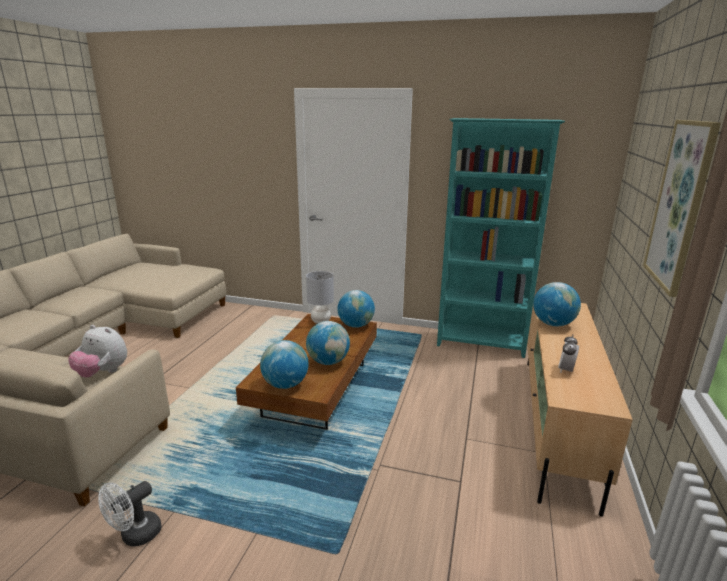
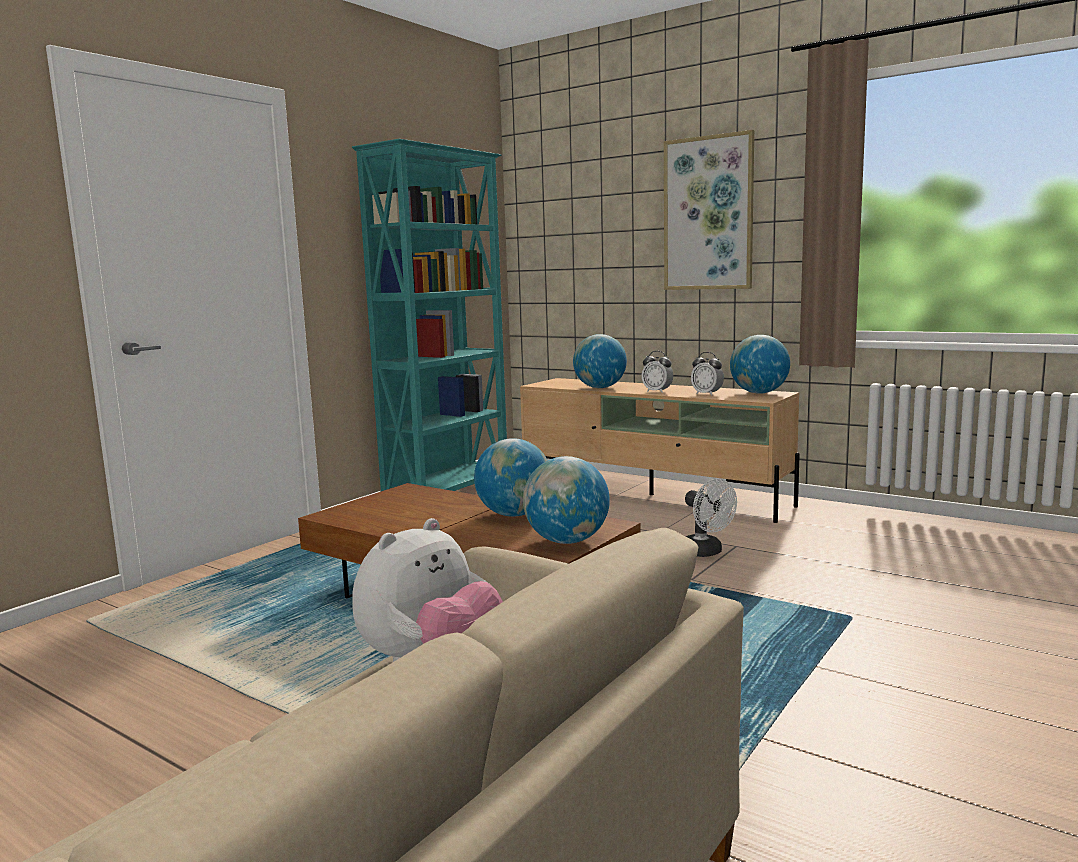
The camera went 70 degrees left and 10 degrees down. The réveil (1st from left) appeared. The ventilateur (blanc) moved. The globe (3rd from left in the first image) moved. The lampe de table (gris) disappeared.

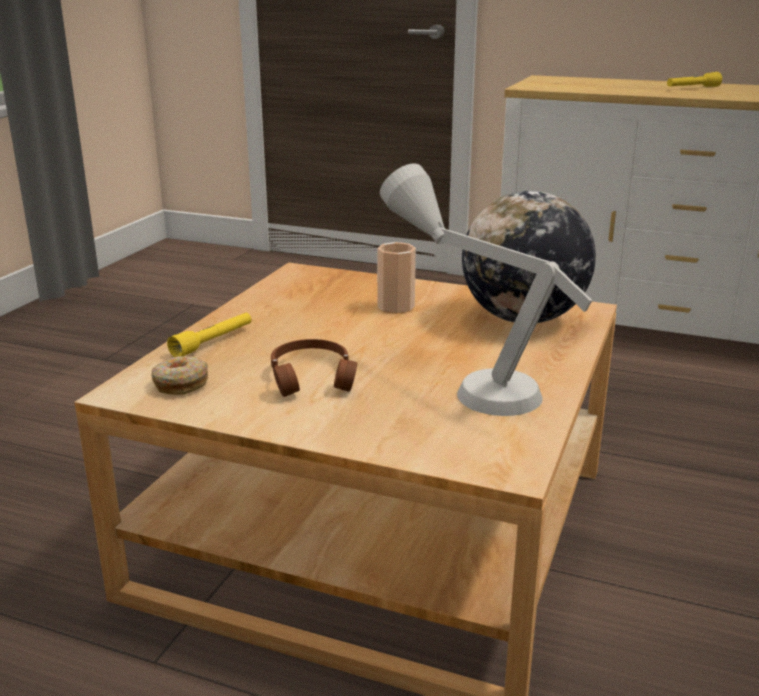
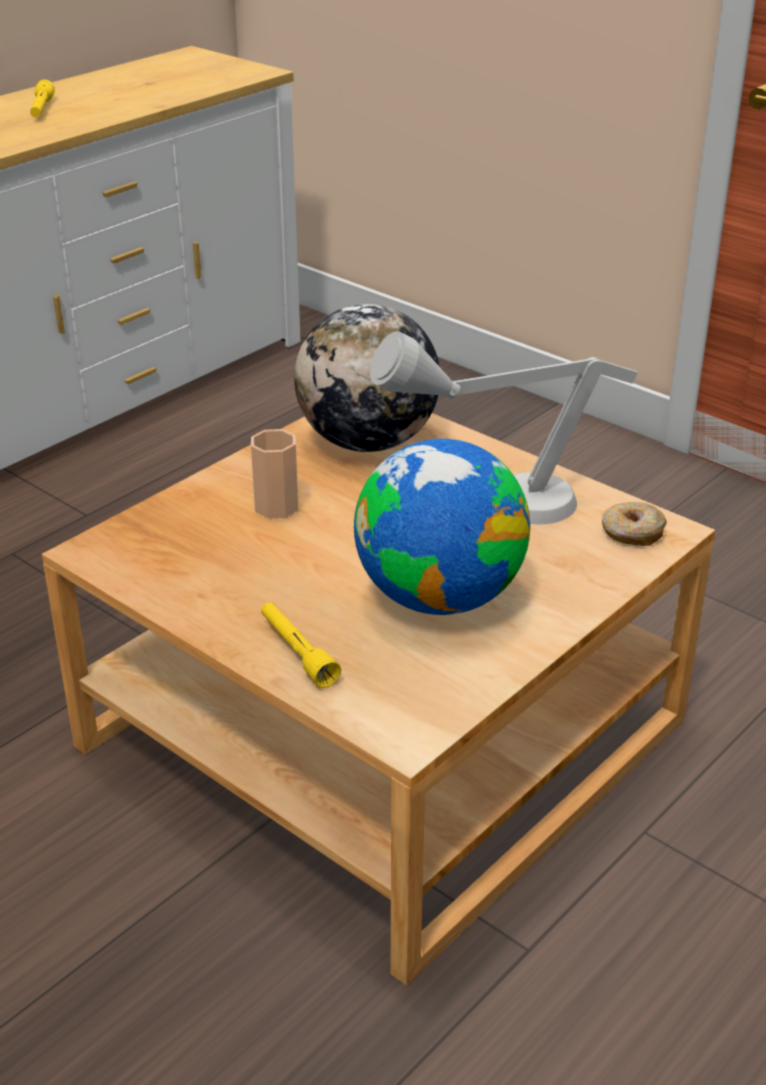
The camera went 70 degrees left and 10 degrees up. The casque audio (marron) was replaced by the globe (2nd from left). The beignet moved.

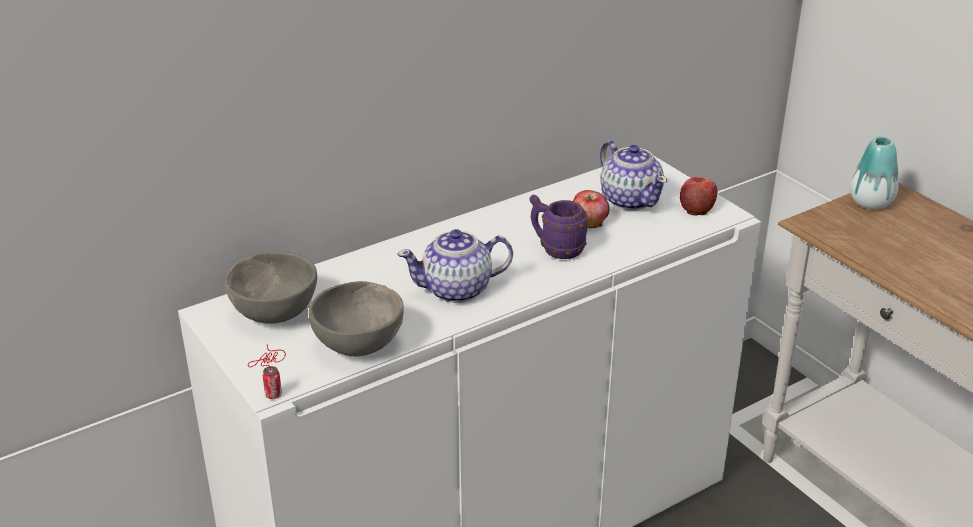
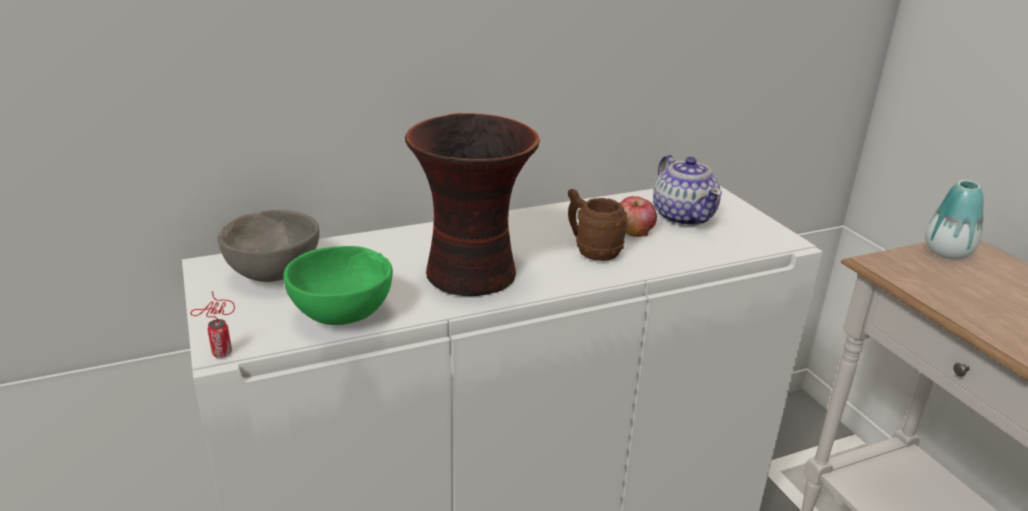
The camera went 10 degrees right and 5 degrees down. The bol (gris) (2nd from left) became the bol (vert). The théière (1st from left) was replaced by the vase (1st from left). The mug (violet) became the mug (marron). The pomme (2nd from left) disappeared.

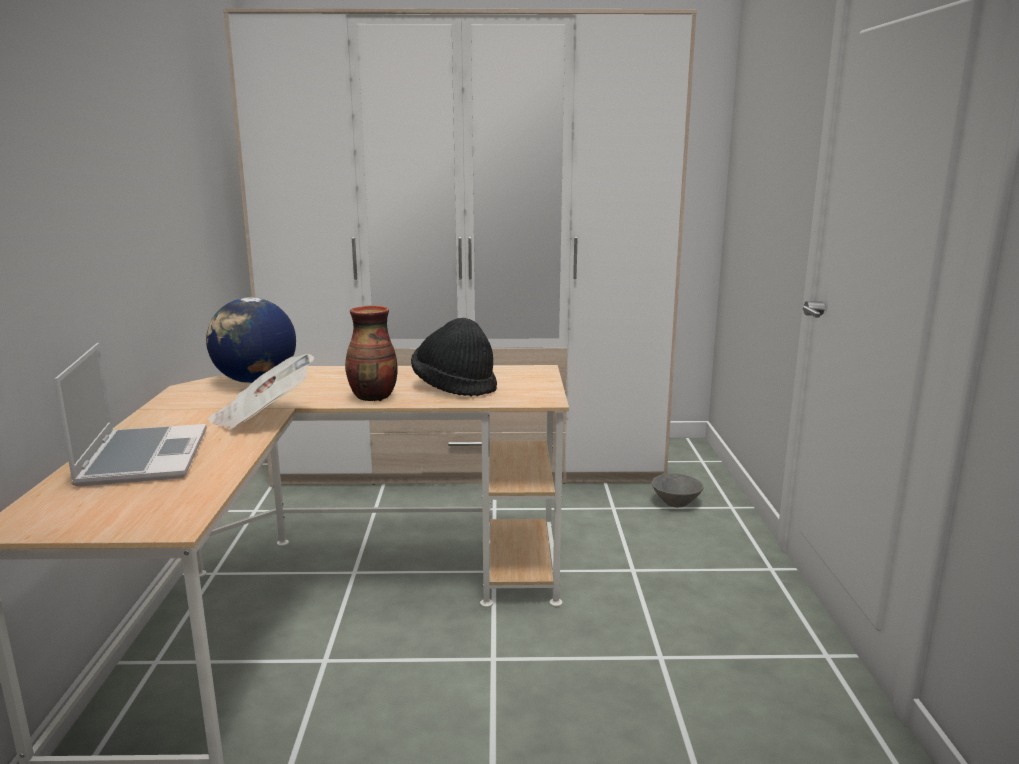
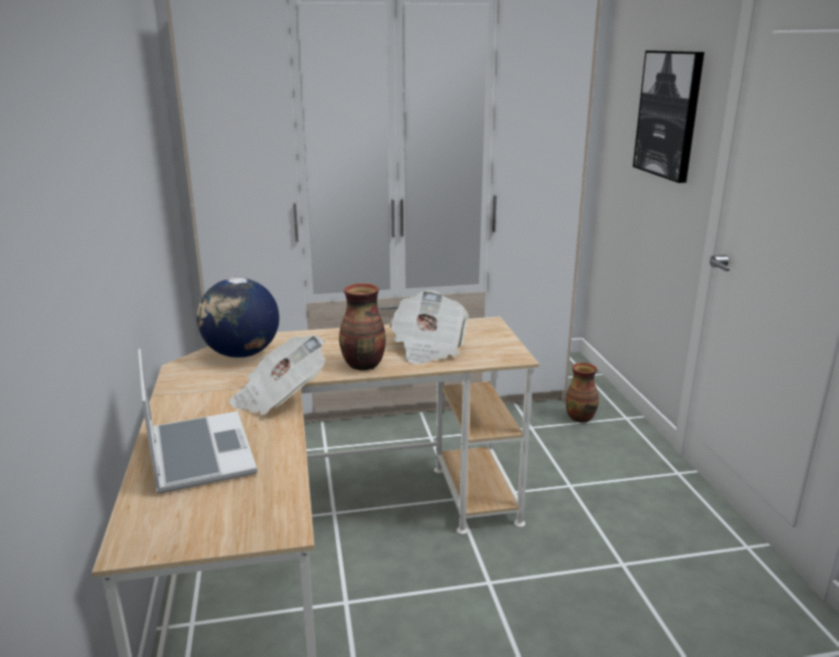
The camera went 10 degrees left and 5 degrees up. The chapeau (noir) was replaced by the journal (2nd from left). The bol (gris) was replaced by the vase (2nd from left). The tableau appeared.

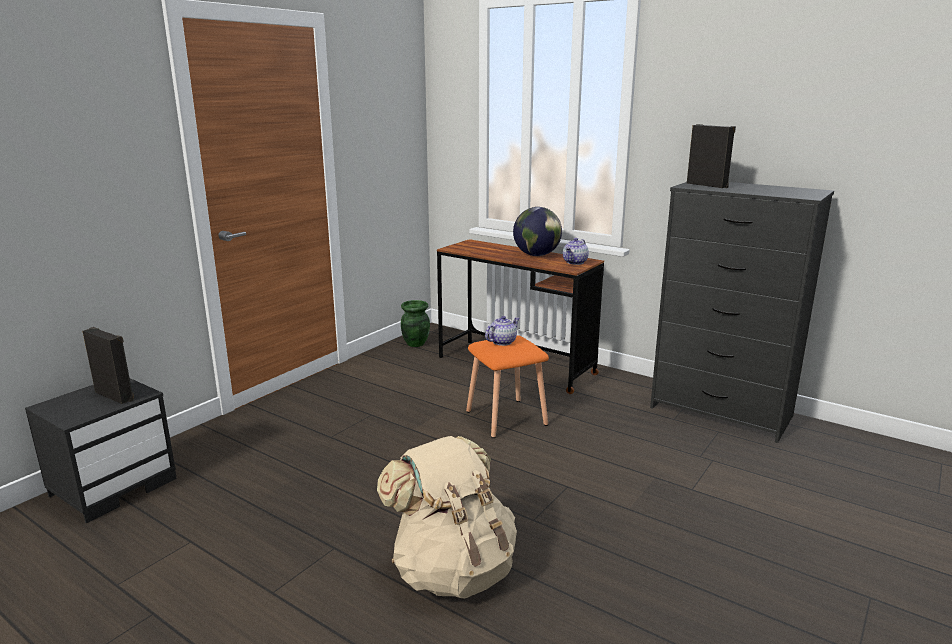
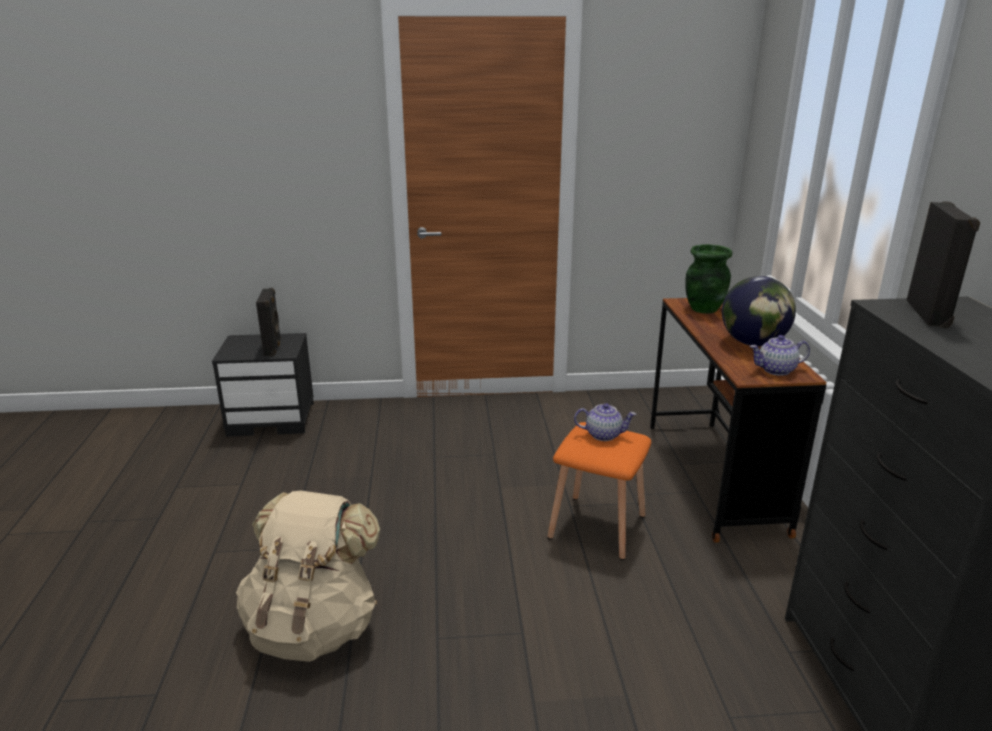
The camera went 50 degrees right and 5 degrees up. The vase (vert) moved.

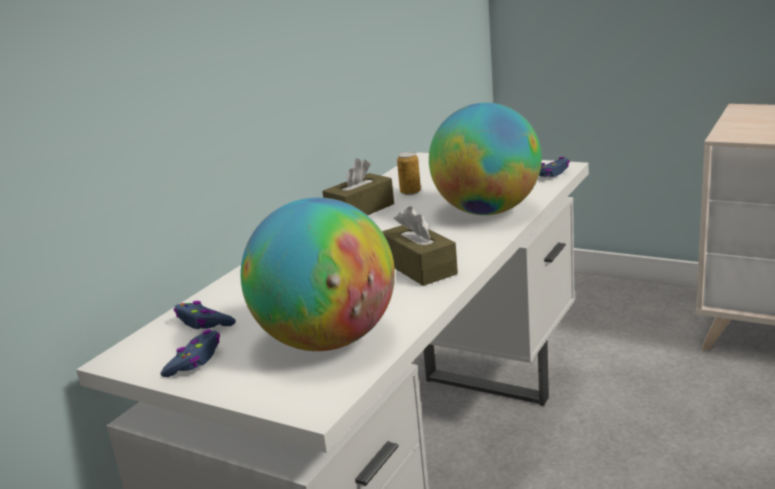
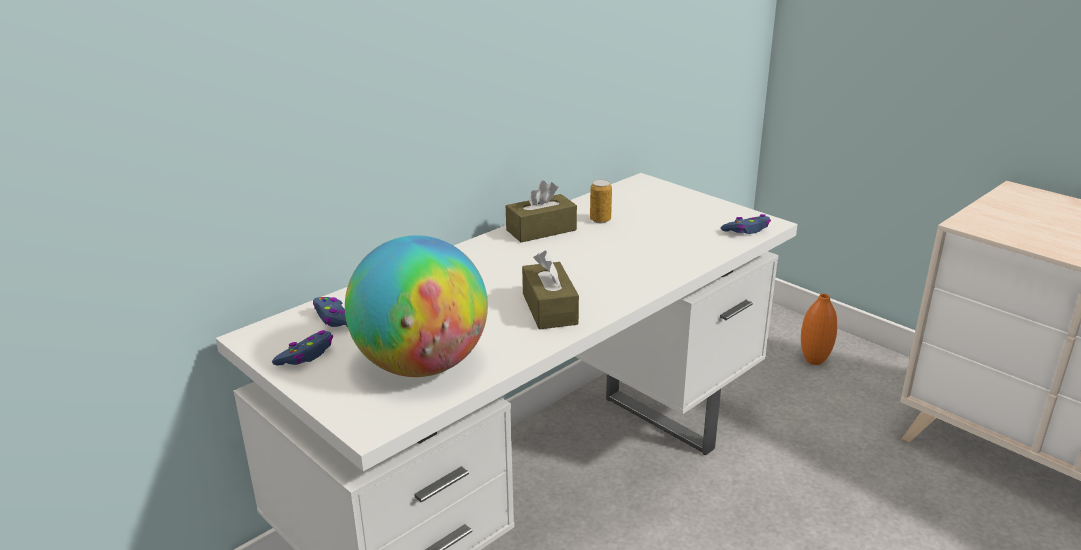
The camera went 15 degrees right and 5 degrees up. The vase (orange) appeared. The globe (2nd from left) disappeared.

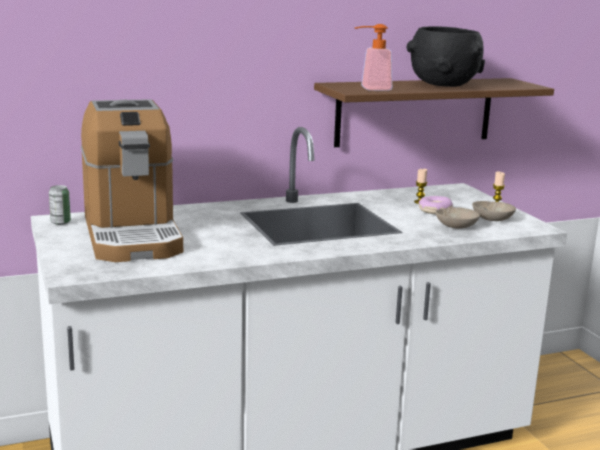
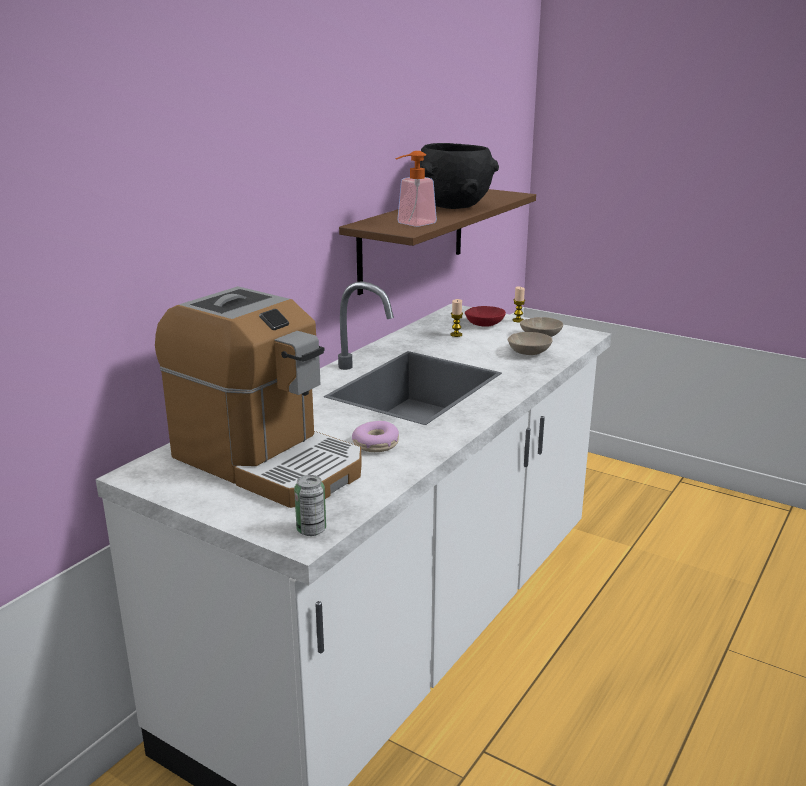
The camera went 35 degrees left and 5 degrees up. The boîte métallique moved. The beignet moved. The bol (rouge) appeared.

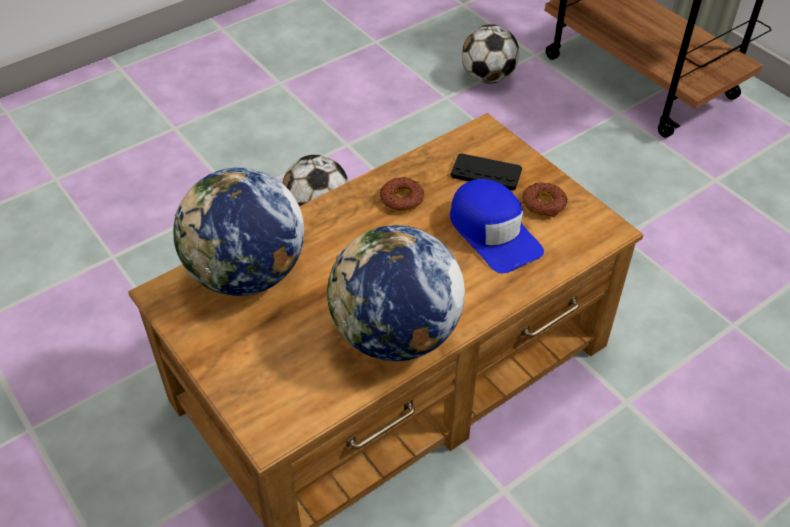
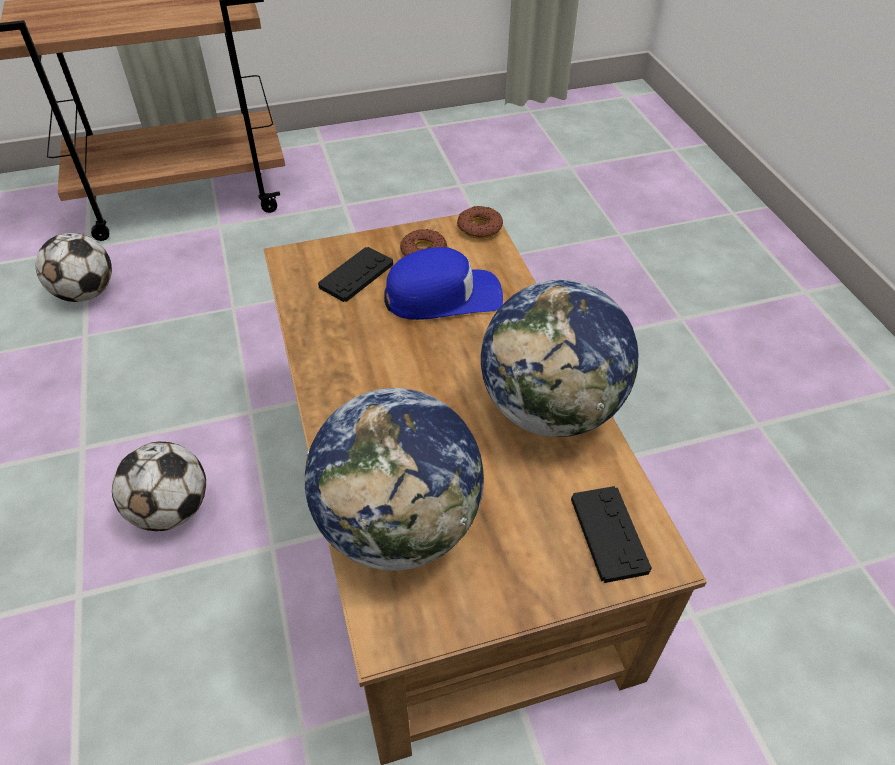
The camera went 70 degrees left and 0 degrees up. The beignet (1st from left in the first image) moved. The manette (noir) (2nd from left) appeared.

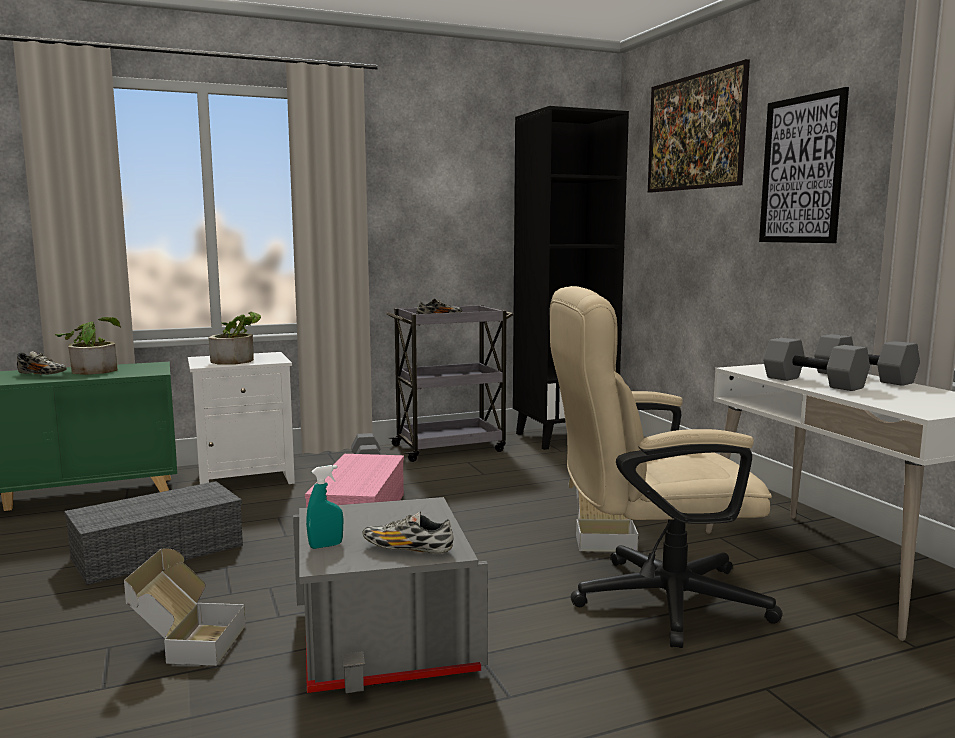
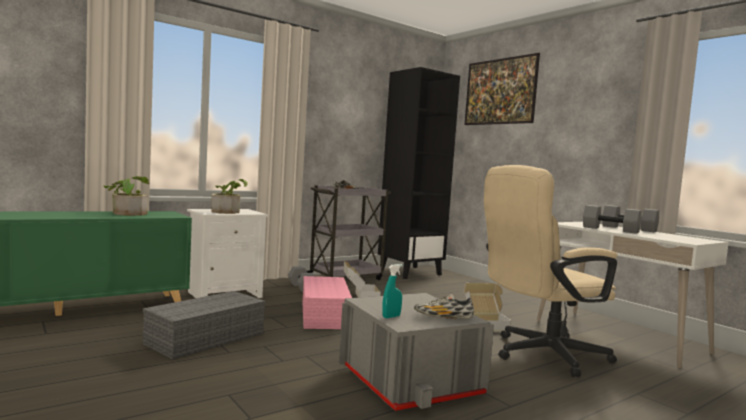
The camera went 15 degrees left and 5 degrees down. The carton (1st from left) moved. The chaussure (1st from left) disappeared. The tableau (2nd from left) disappeared.

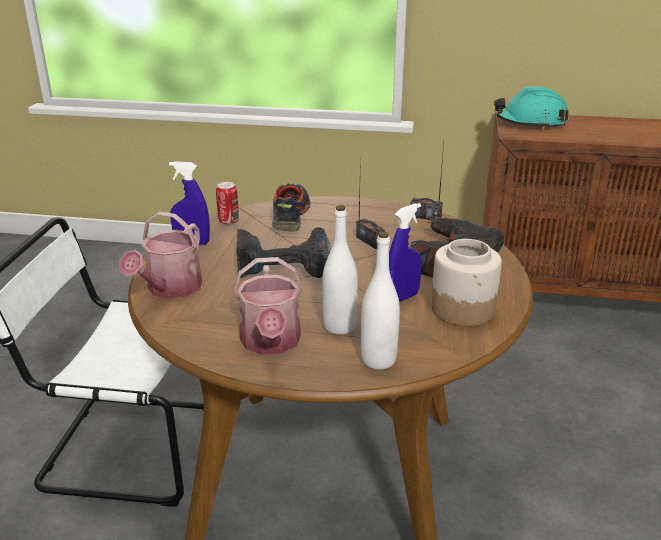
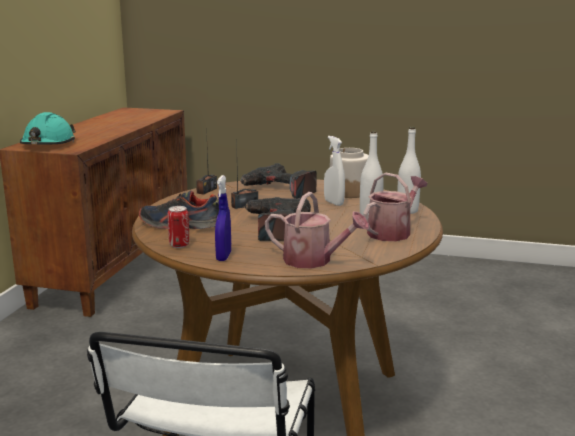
The camera went 85 degrees left and 10 degrees down. The vaporisateur (bleu) (2nd from left) became the vaporisateur (blanc). The arrosoir (2nd from left) turned 45 degrees counterclockwise.

